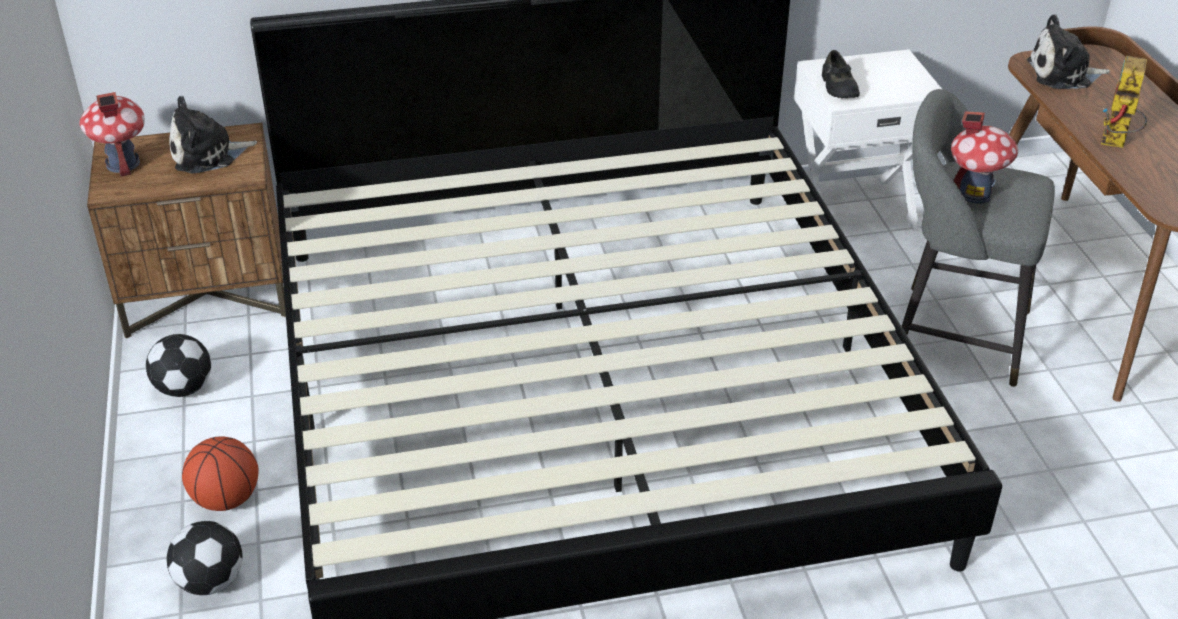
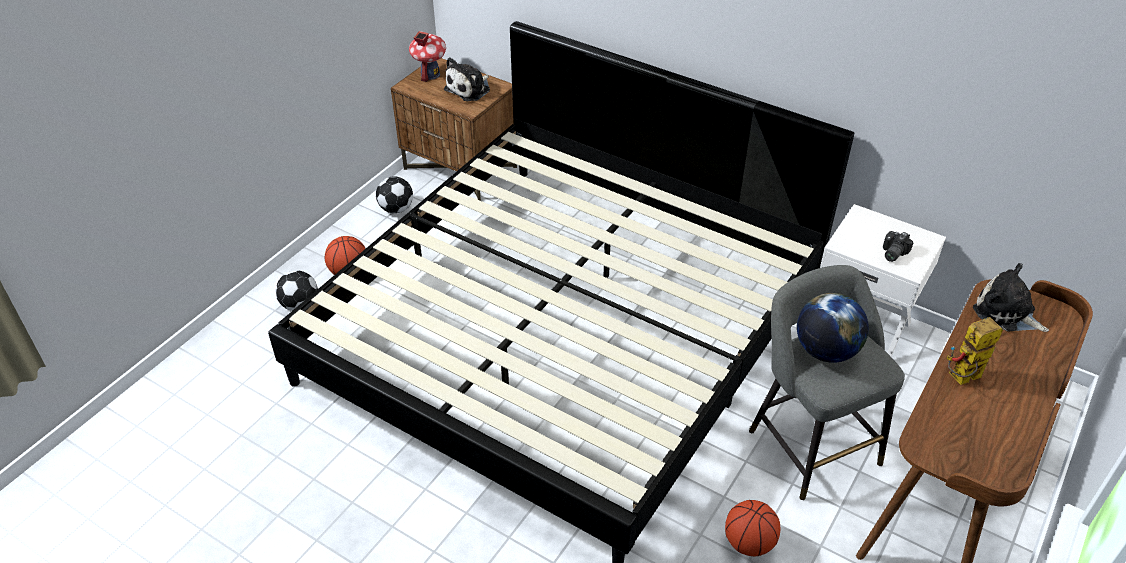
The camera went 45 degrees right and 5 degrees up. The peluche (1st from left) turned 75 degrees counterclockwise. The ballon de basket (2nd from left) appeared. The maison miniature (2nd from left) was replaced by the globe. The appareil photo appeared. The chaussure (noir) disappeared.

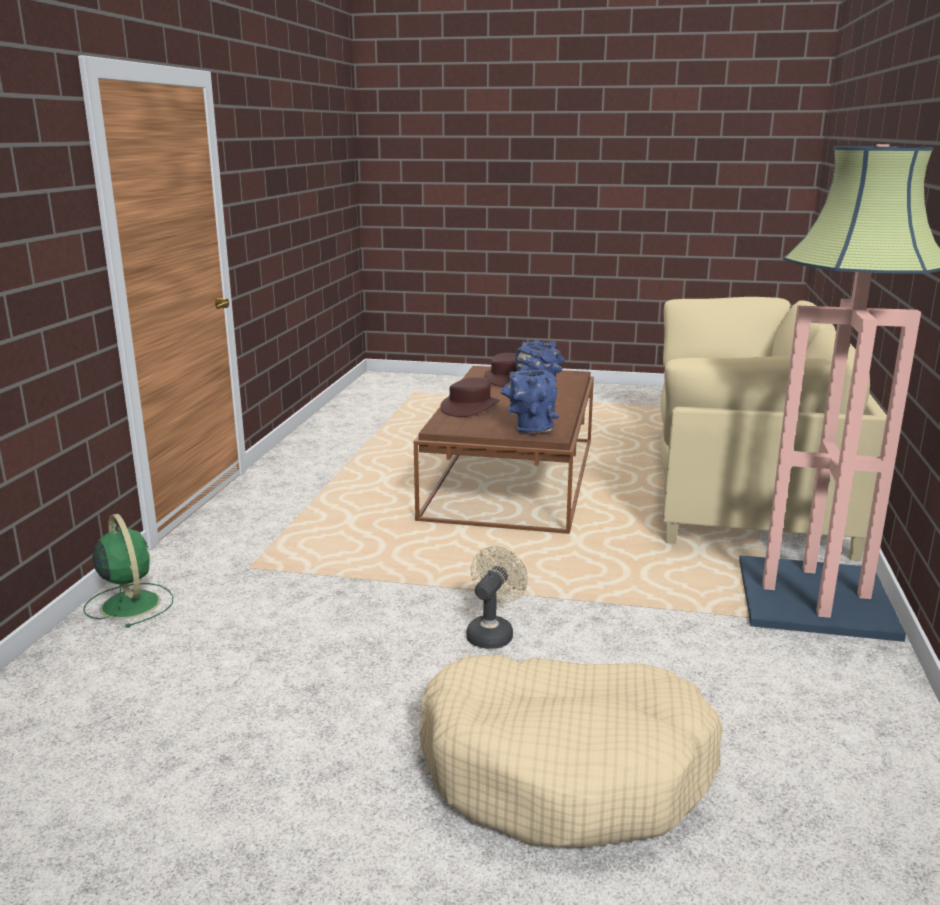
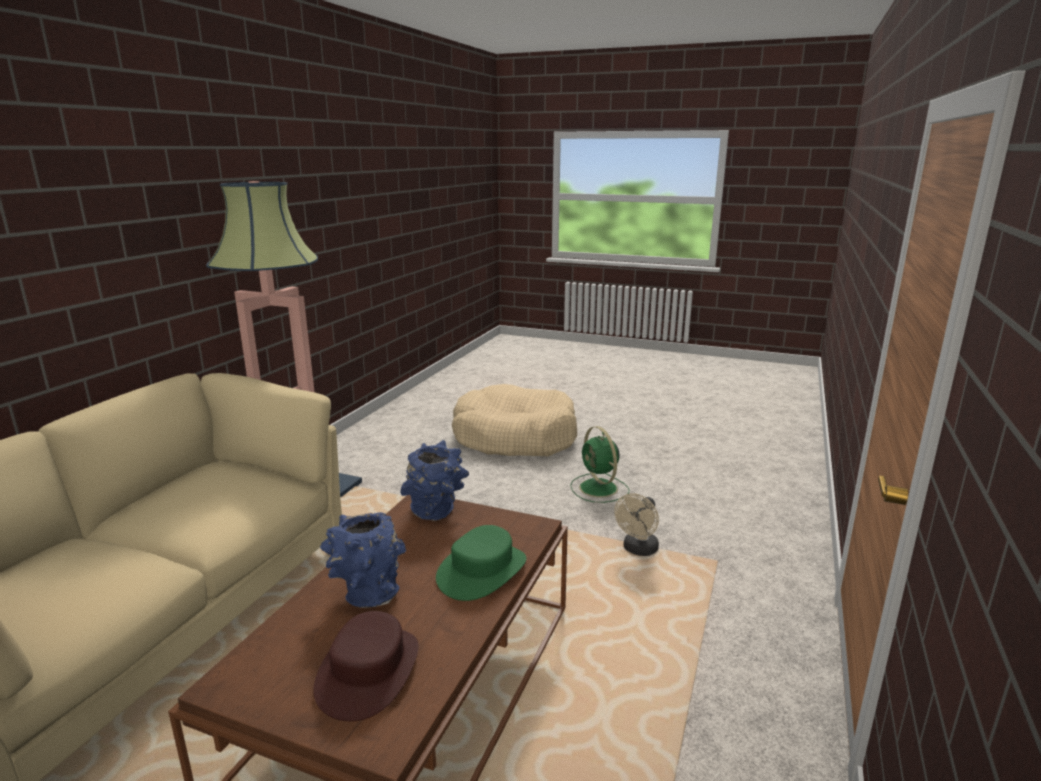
The camera went 170 degrees left and 0 degrees up. The chapeau (marron) (1st from left) became the chapeau (vert). The ventilateur (vert) moved. The ventilateur (beige) moved.

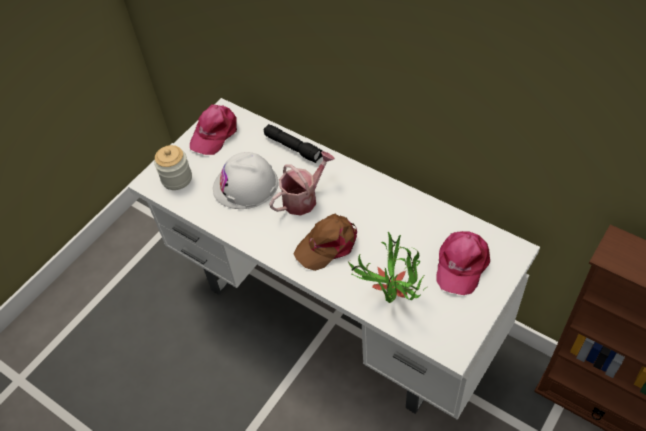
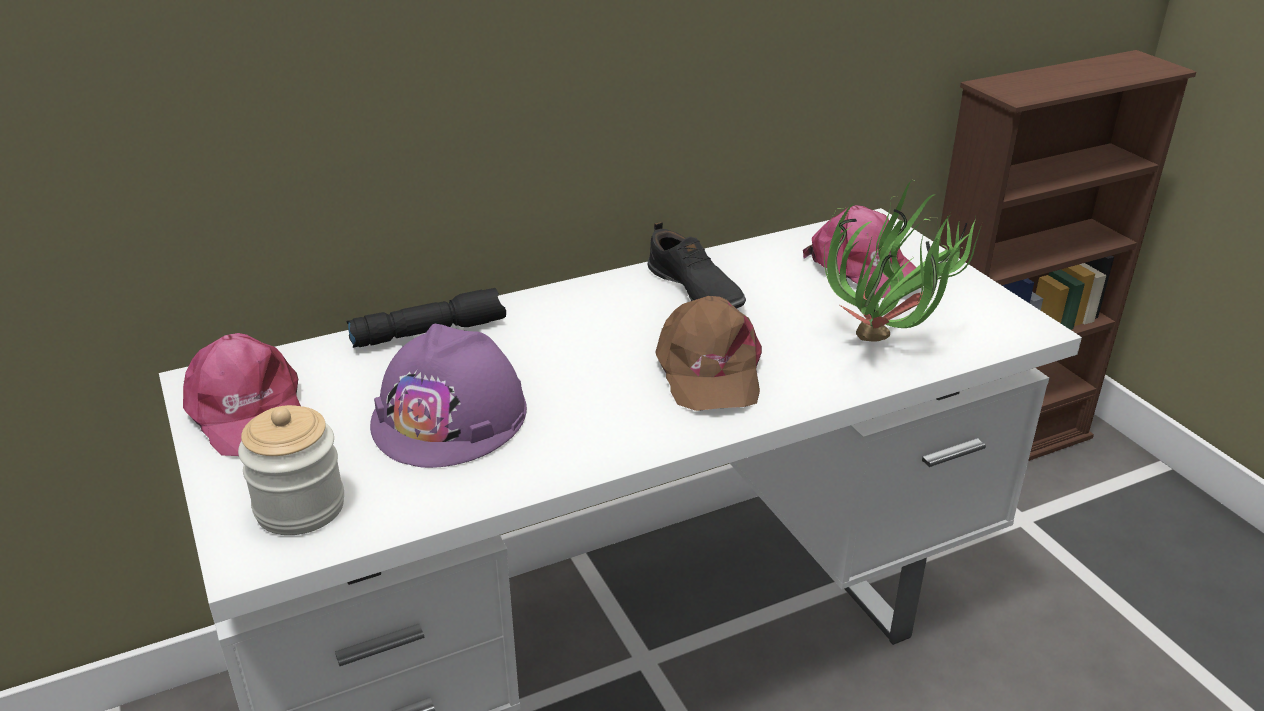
The camera went 65 degrees left and 20 degrees down. The casque de chantier (blanc) became the casque de chantier (violet). The chaussure (noir) appeared. The arrosoir disappeared.

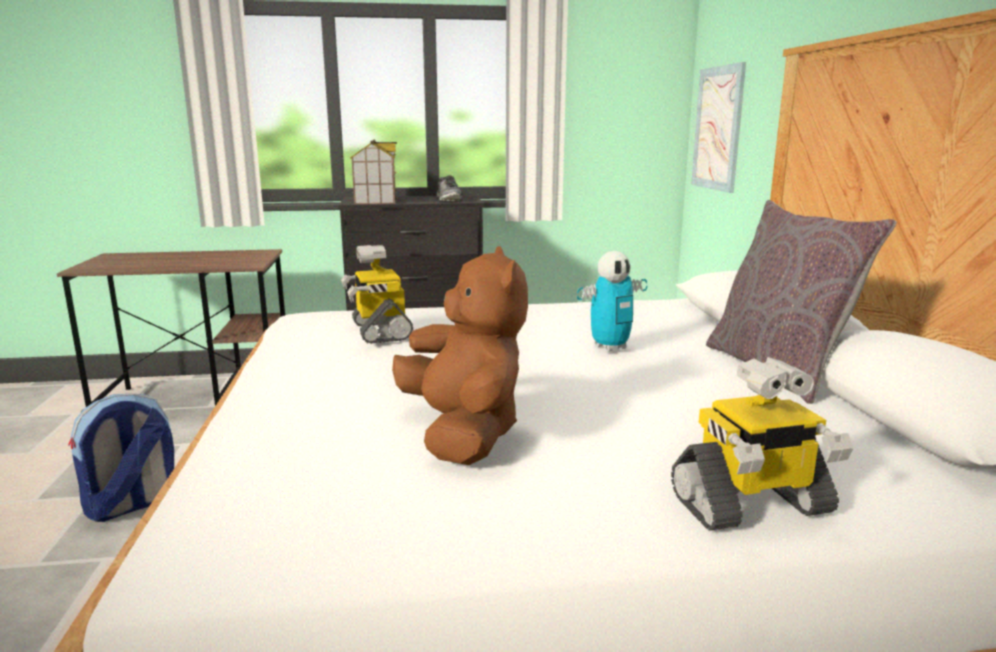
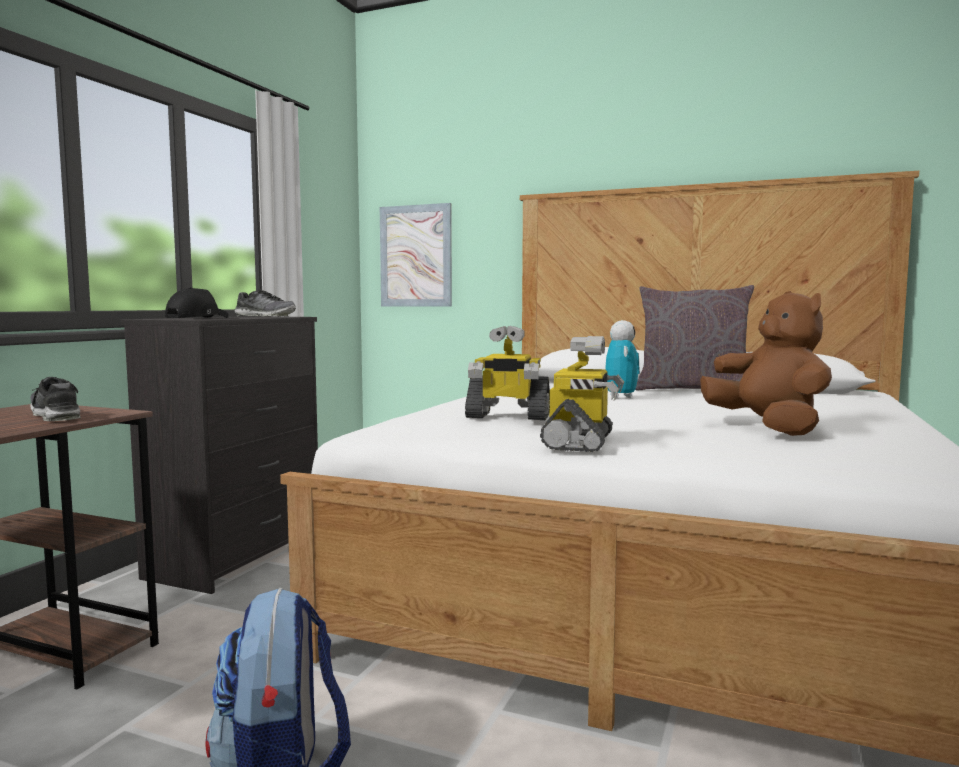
The camera went 60 degrees left and 10 degrees down. The chaussure (1st from left) appeared. The maison miniature was replaced by the casquette (noir). The robot jouet (3rd from left in the first image) moved. The peluche (marron) turned 60 degrees clockwise.

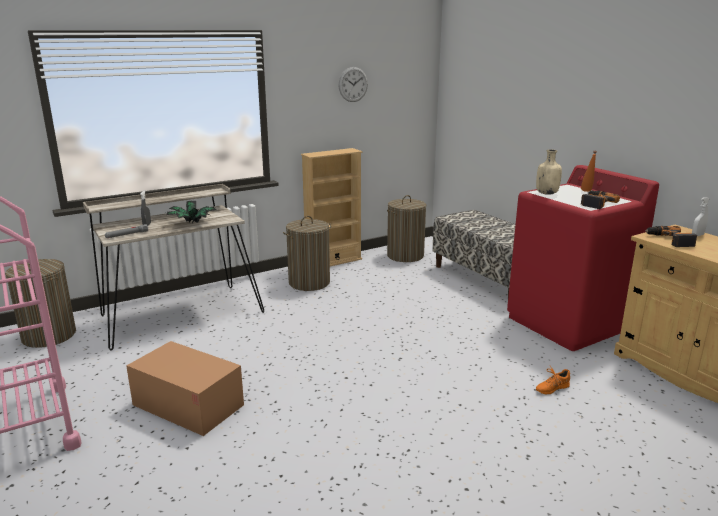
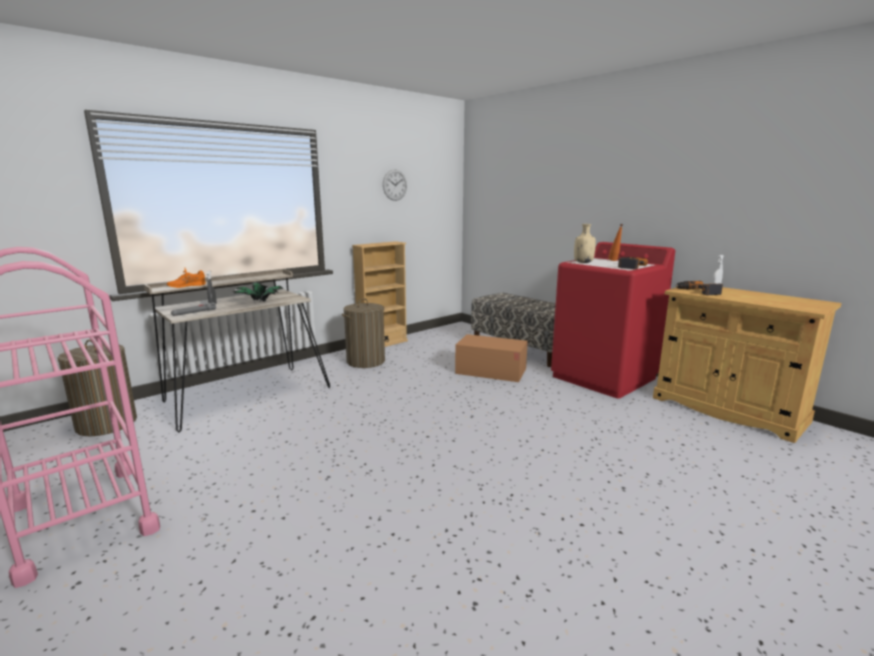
The camera went 10 degrees left and 5 degrees down. The chaussure (orange) moved. The carton moved. The panier à linge (3rd from left) disappeared.

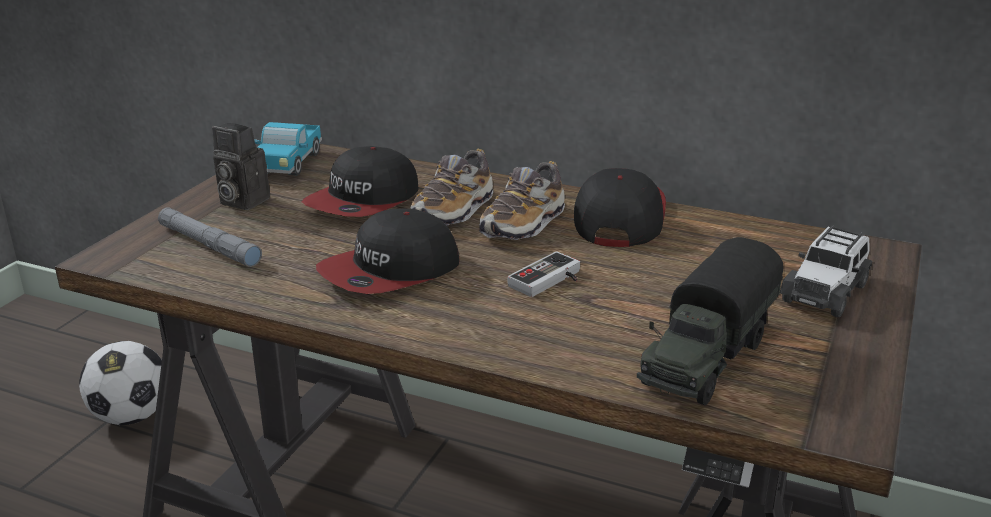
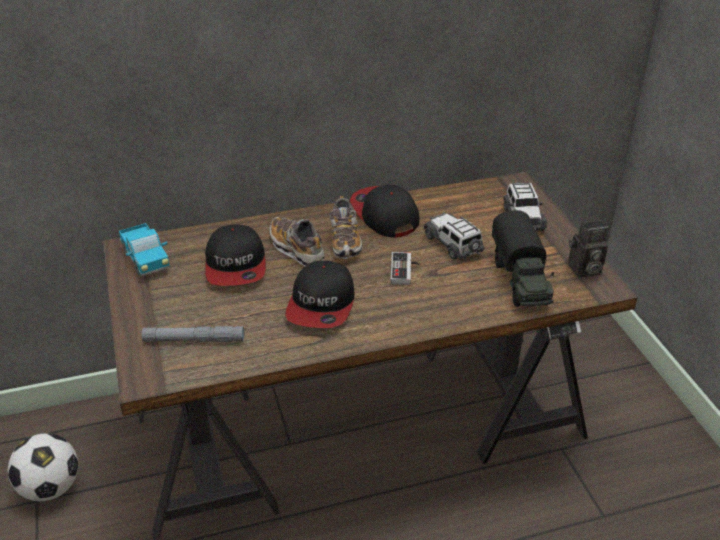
The camera went 40 degrees left and 10 degrees up. The chaussure (1st from left) turned 150 degrees clockwise. The petite voiture (1st from left) appeared. The appareil photo moved.

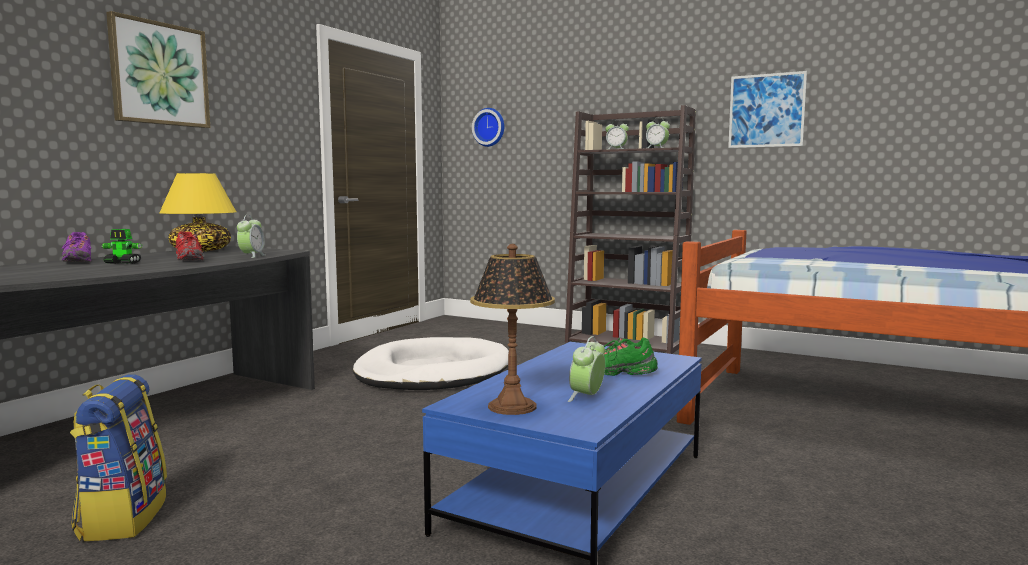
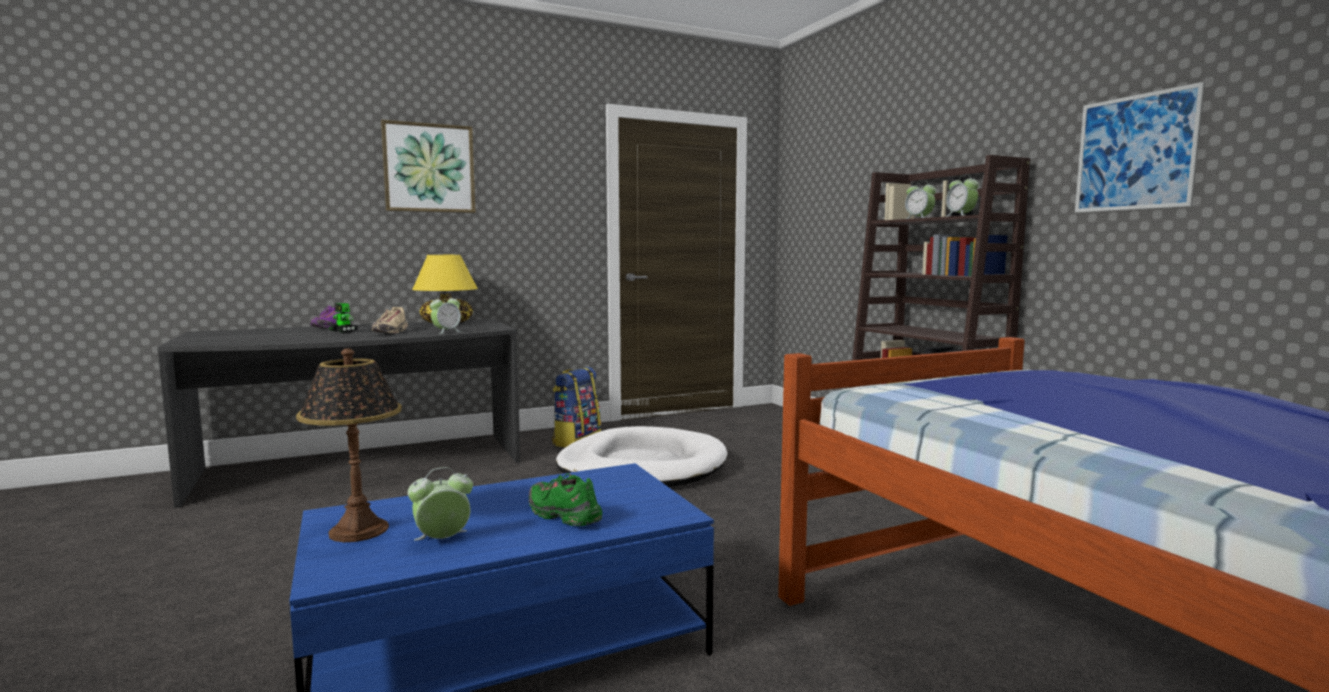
The camera went 35 degrees right and 0 degrees up. The chaussure (rouge) became the chaussure (beige). The sac à dos moved. The horloge murale disappeared.

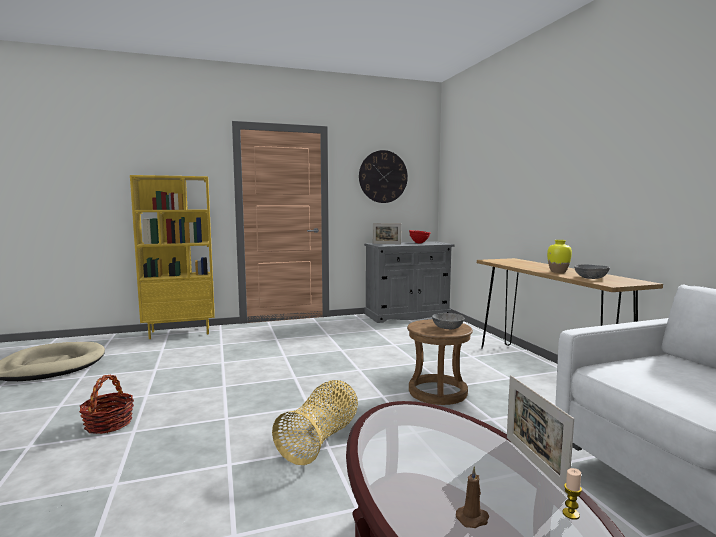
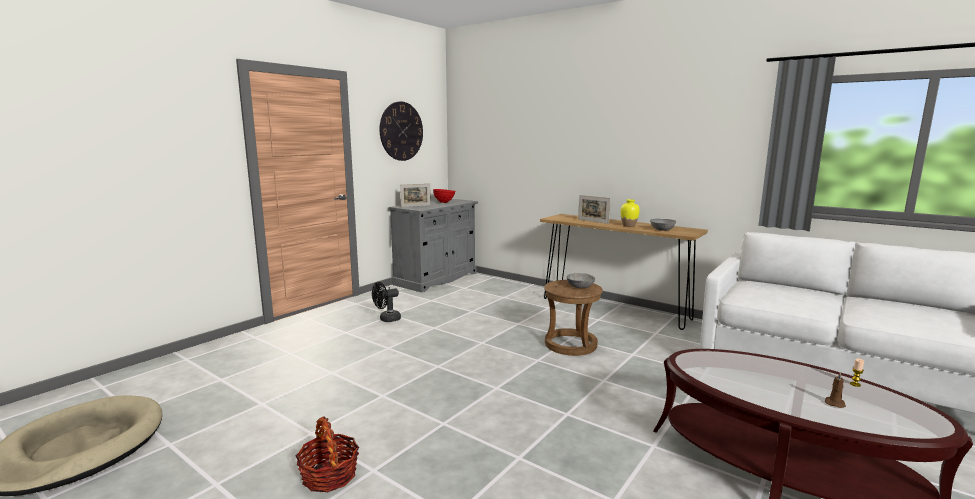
The camera went 35 degrees left and 5 degrees up. The ventilateur (noir) appeared. The cadre photo (2nd from left) moved. The bibliothèque (jaune) disappeared. The panier (2nd from left) disappeared.

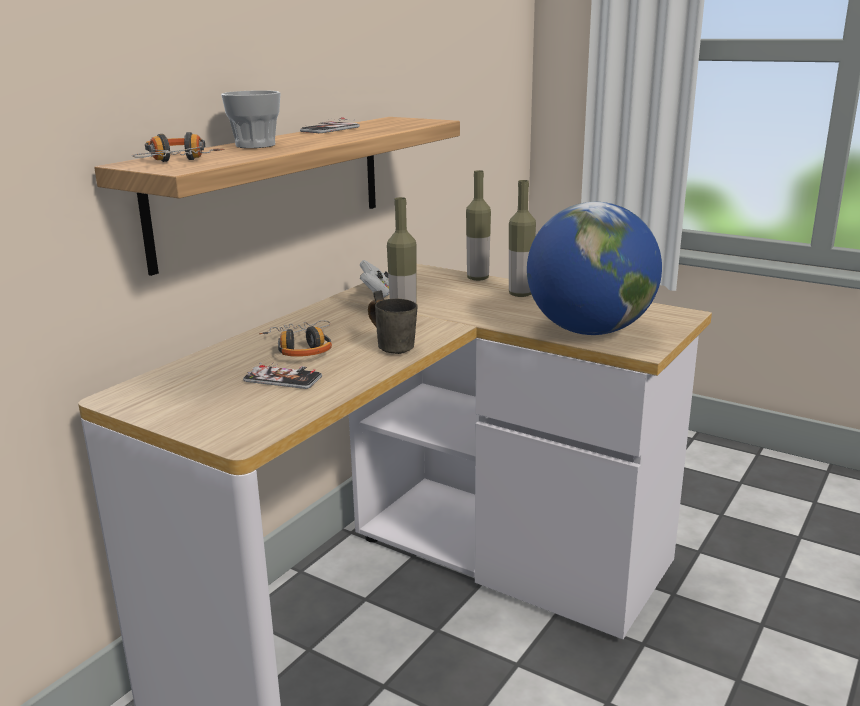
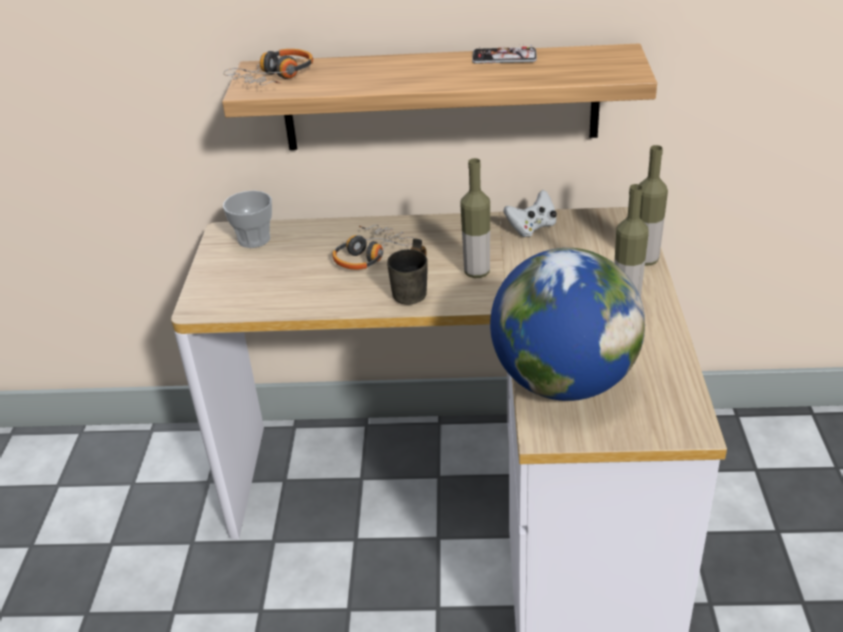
The camera went 60 degrees right and 15 degrees up. The tasse moved. The téléphone (1st from left) disappeared.

